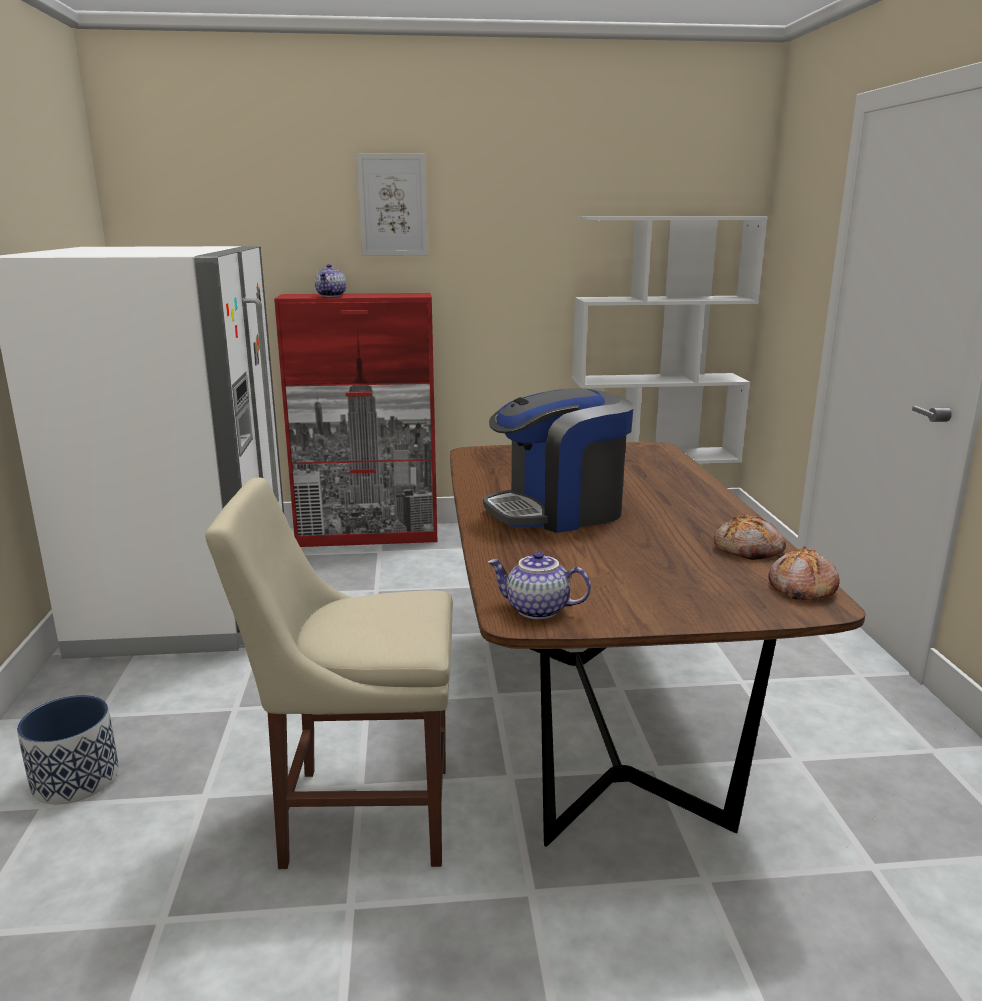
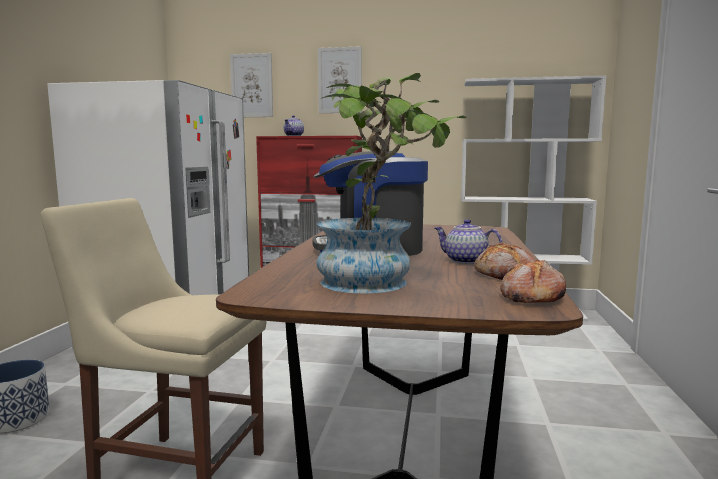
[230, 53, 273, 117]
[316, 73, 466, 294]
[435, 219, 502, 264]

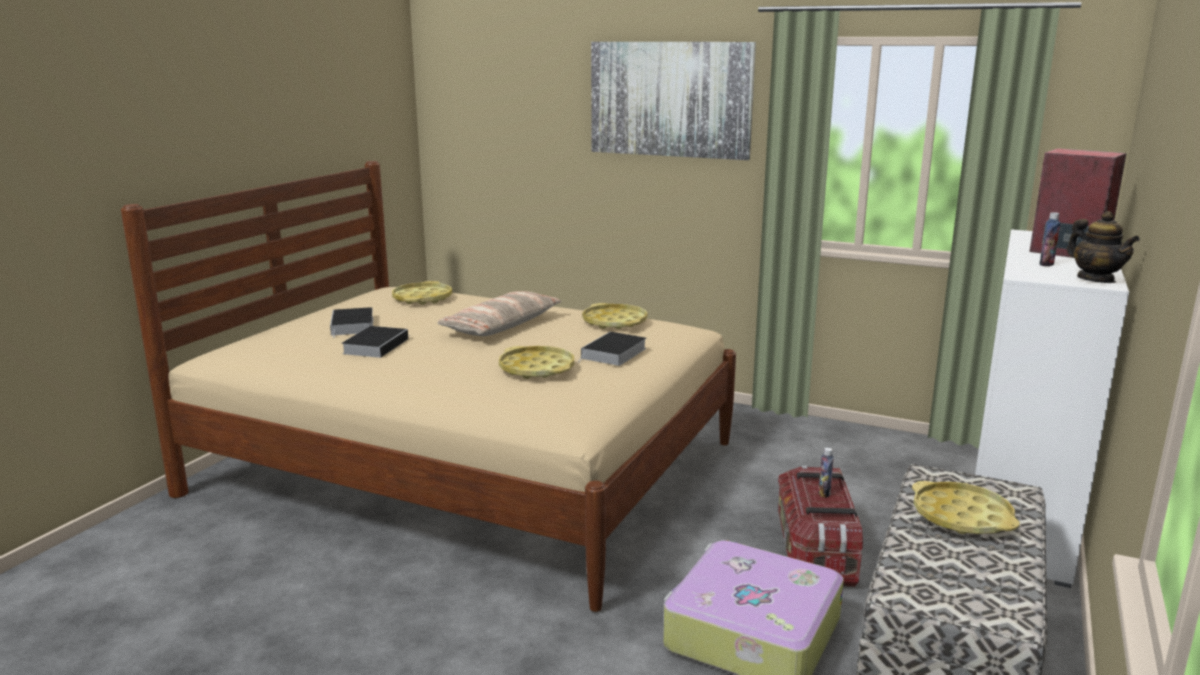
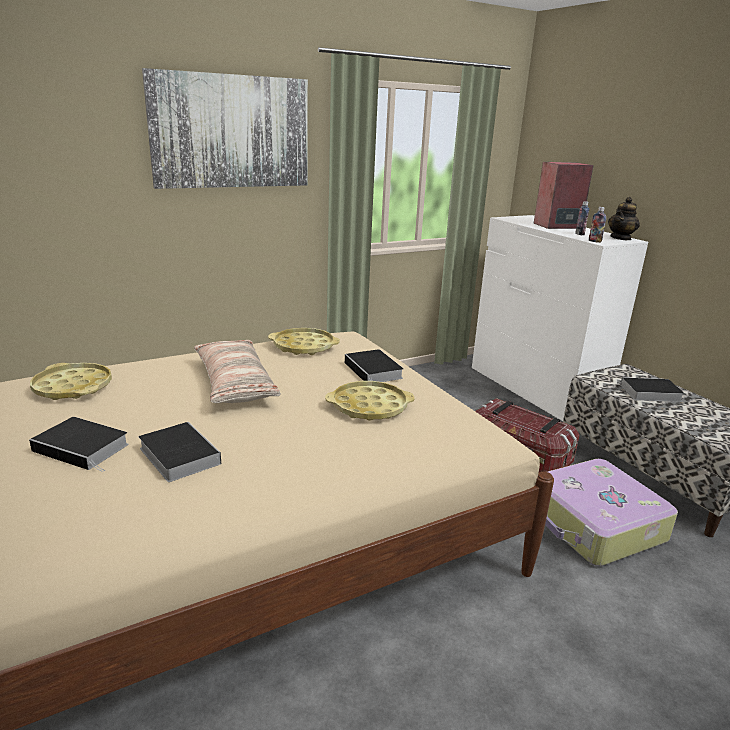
[589, 207, 606, 243]
[608, 197, 640, 240]
[612, 377, 685, 402]

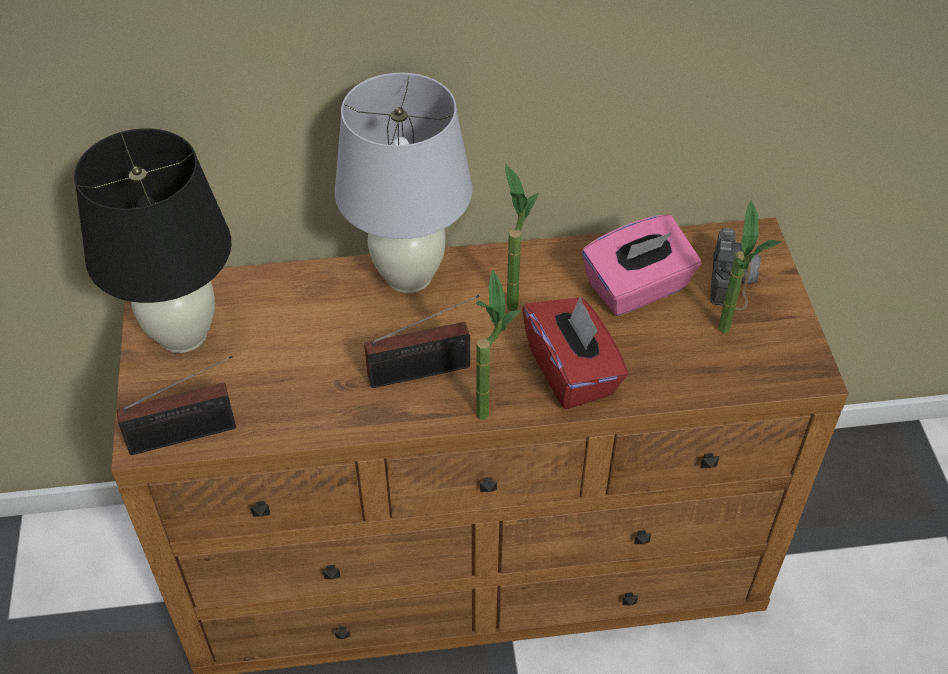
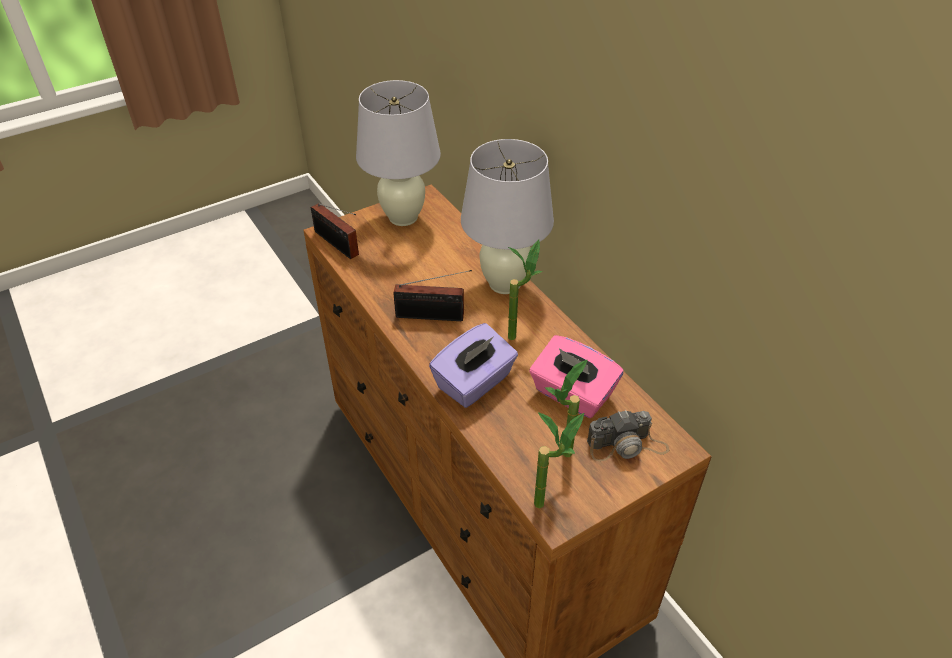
[356, 80, 441, 226]
[393, 270, 472, 321]
[429, 323, 518, 408]
[534, 412, 584, 508]

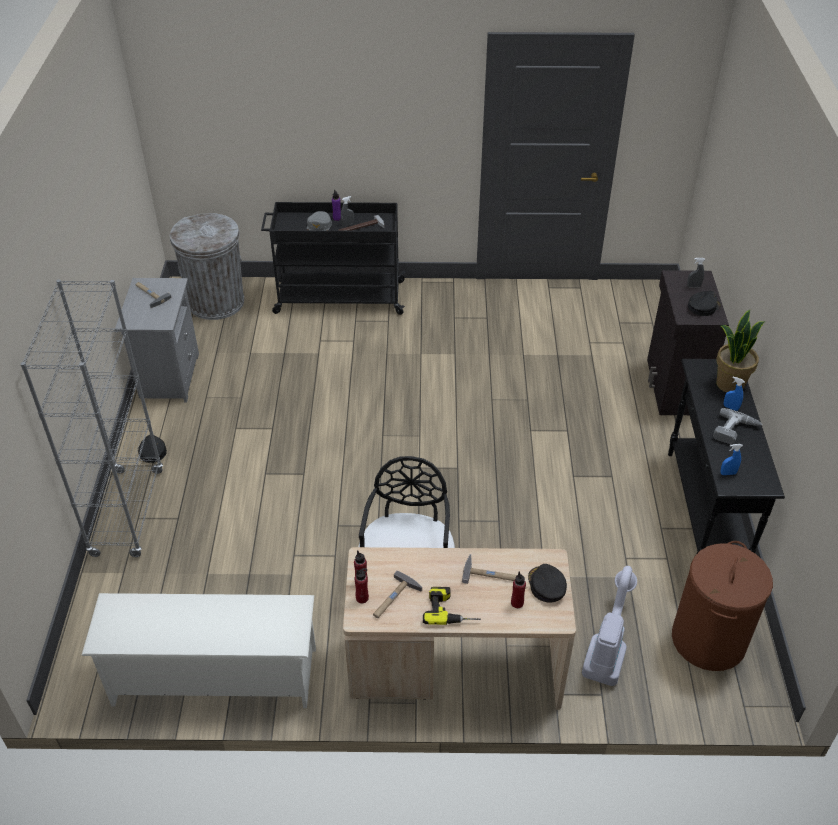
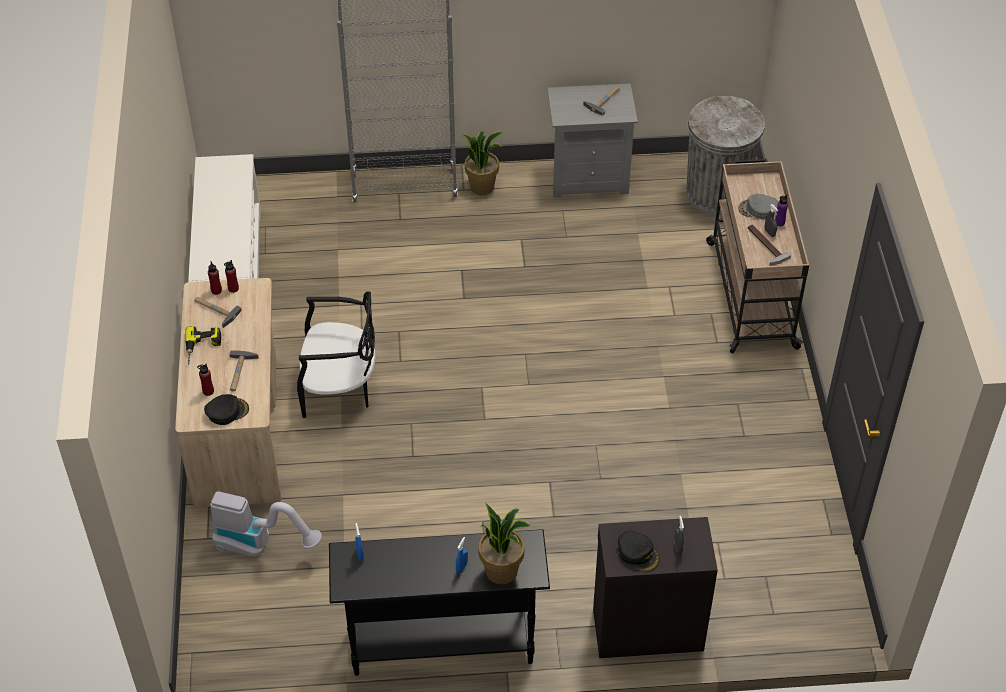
[462, 131, 502, 195]
[706, 159, 809, 354]
[672, 541, 773, 671] (first image)
[713, 408, 762, 444] (first image)

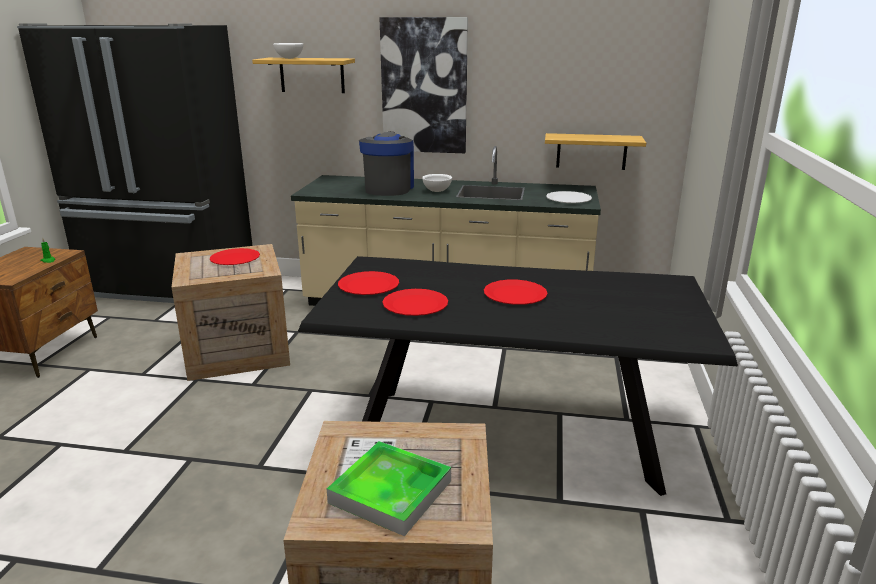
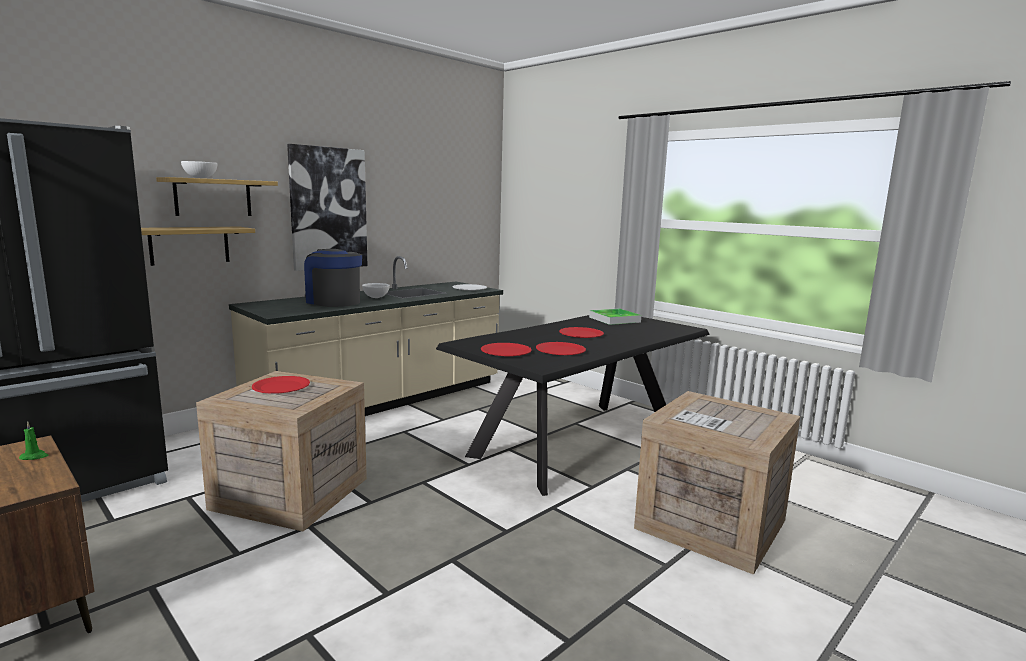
[141, 227, 255, 266]
[589, 308, 641, 325]

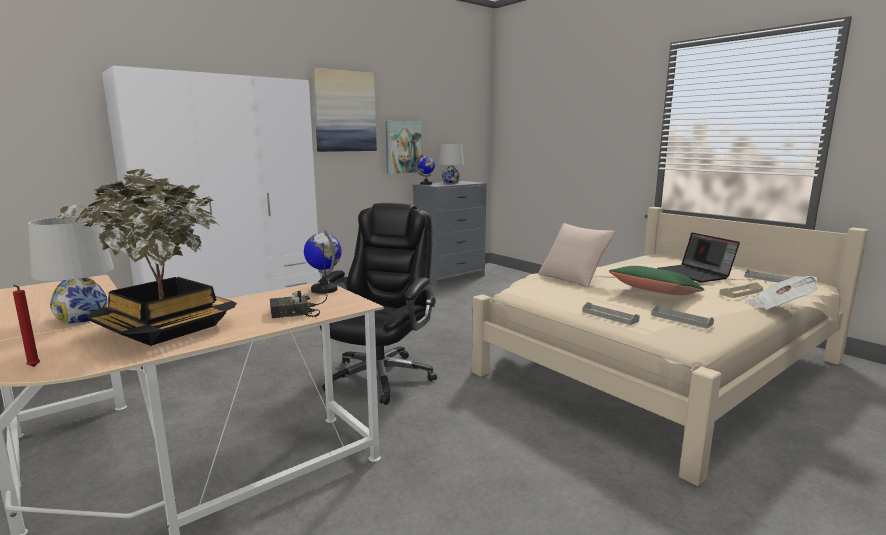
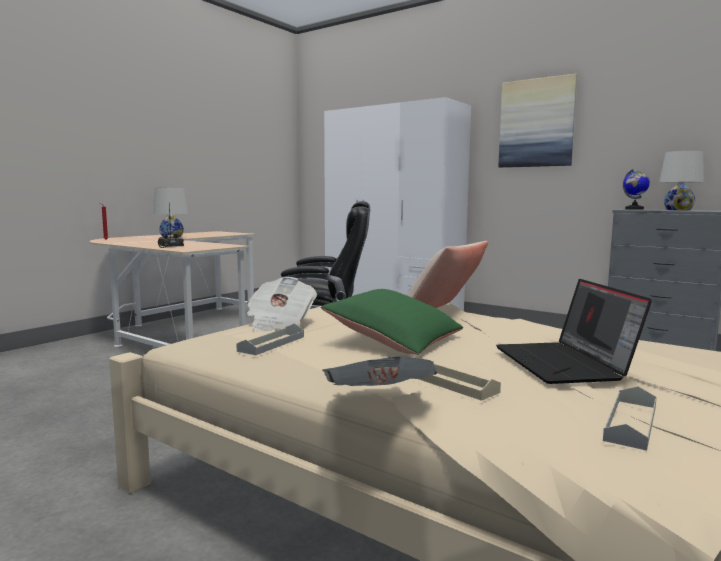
[247, 277, 317, 332]
[496, 279, 652, 384]
[56, 168, 237, 346] (first image)
[304, 230, 342, 294] (first image)
[385, 121, 422, 174] (first image)

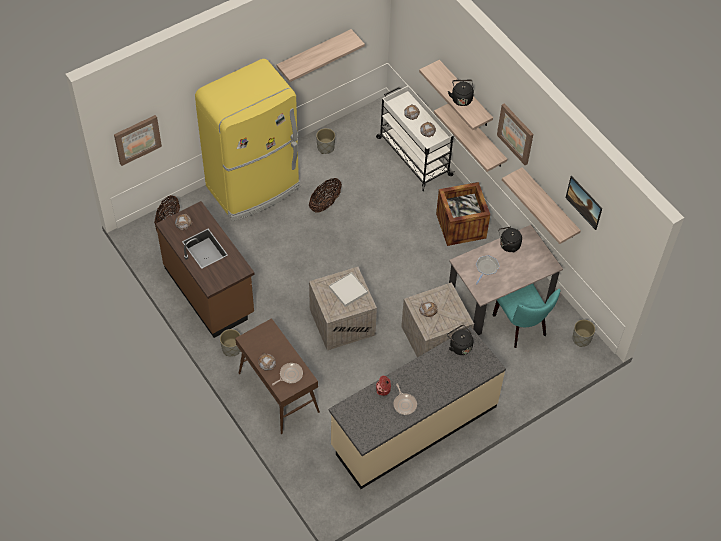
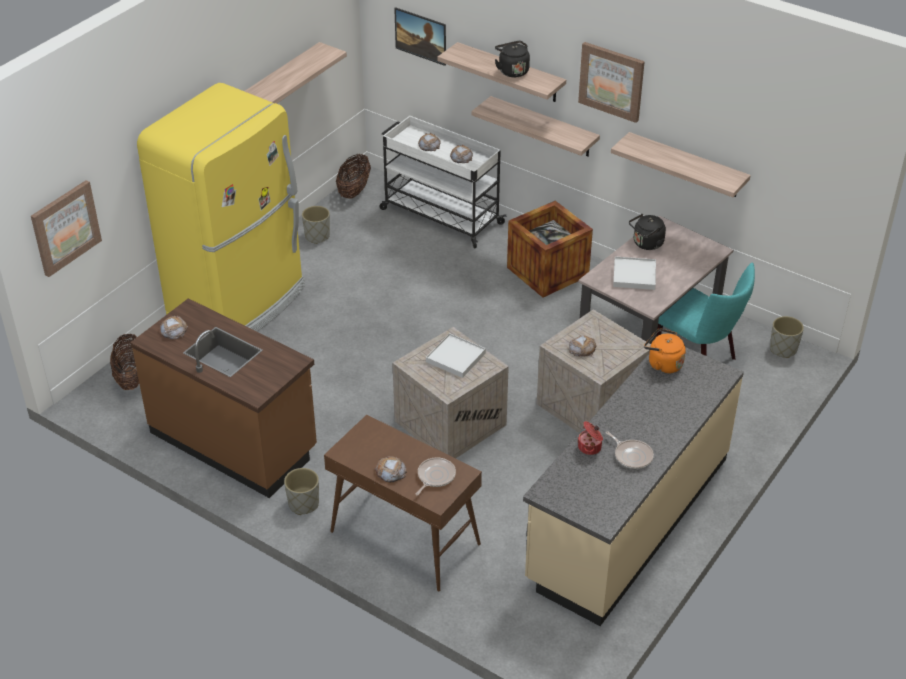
[336, 154, 371, 199]
[394, 7, 446, 66]
[613, 256, 656, 290]
[644, 328, 686, 374]

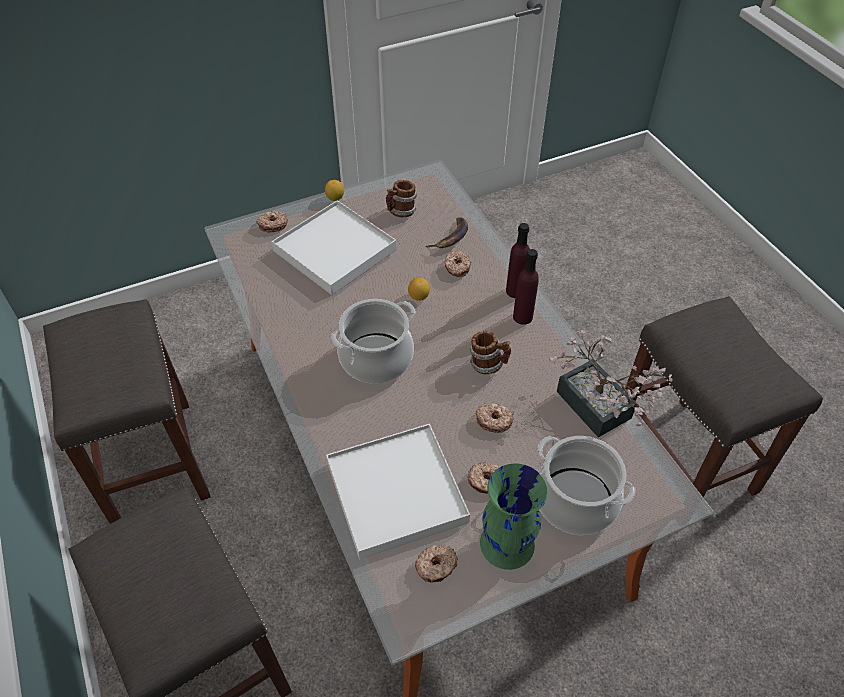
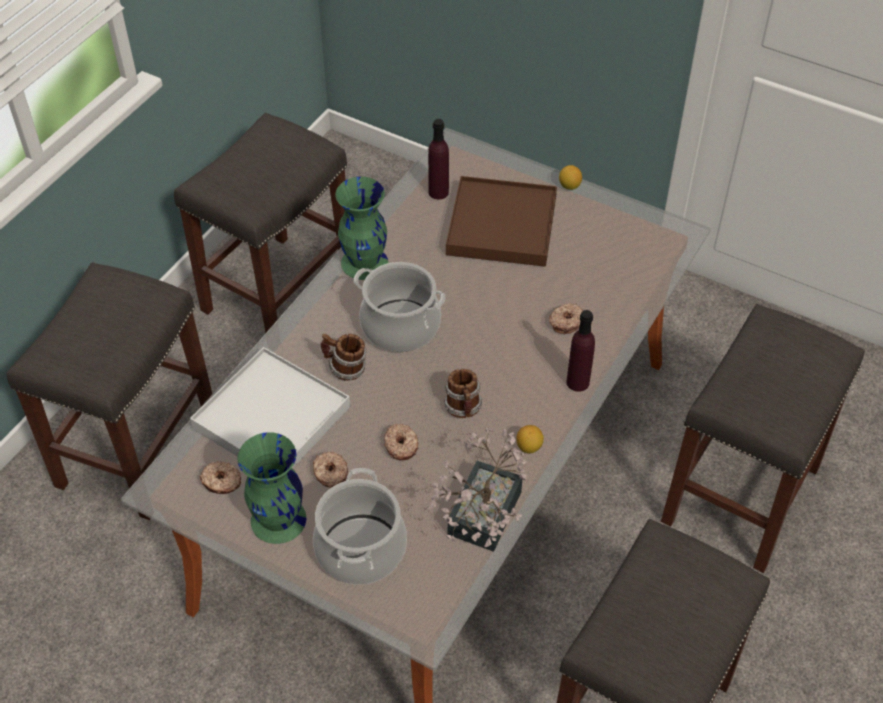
[321, 334, 366, 381]
[335, 177, 388, 280]
[428, 119, 449, 199]
[446, 176, 557, 267]
[516, 425, 544, 453]
[661, 304, 865, 573]
[256, 211, 287, 232] (first image)
[426, 217, 468, 248] (first image)

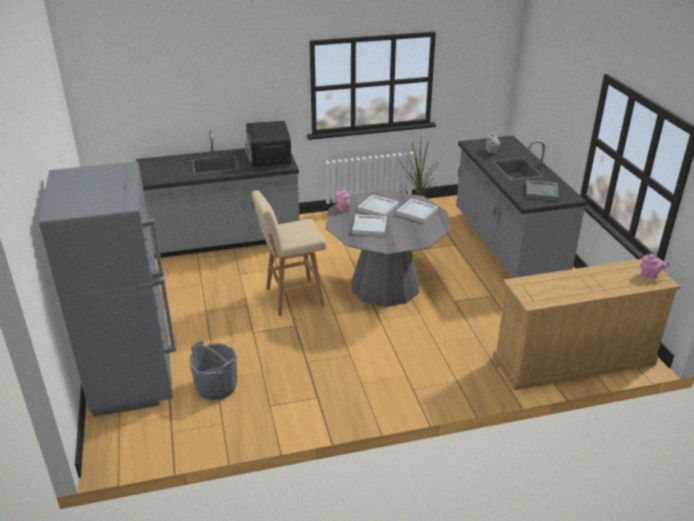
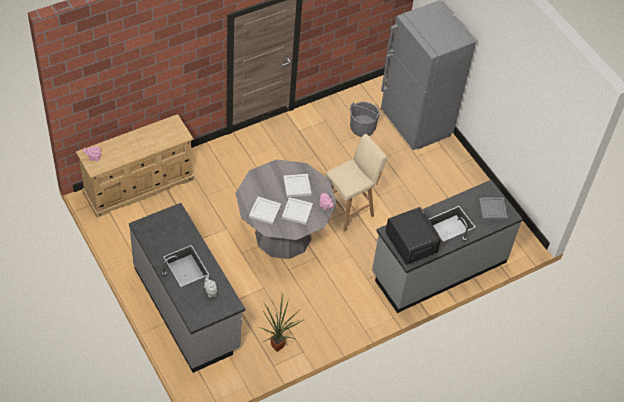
[479, 197, 508, 220]

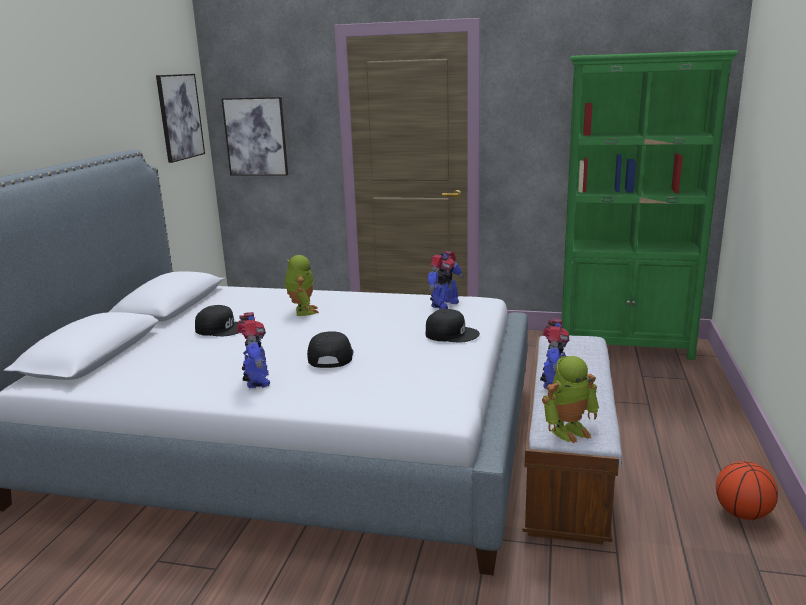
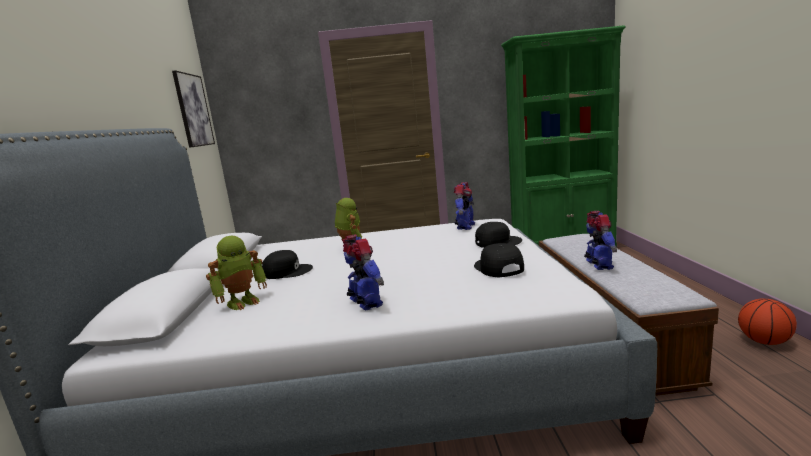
[206, 236, 267, 310]
[474, 243, 524, 277]
[221, 97, 288, 176] (first image)

